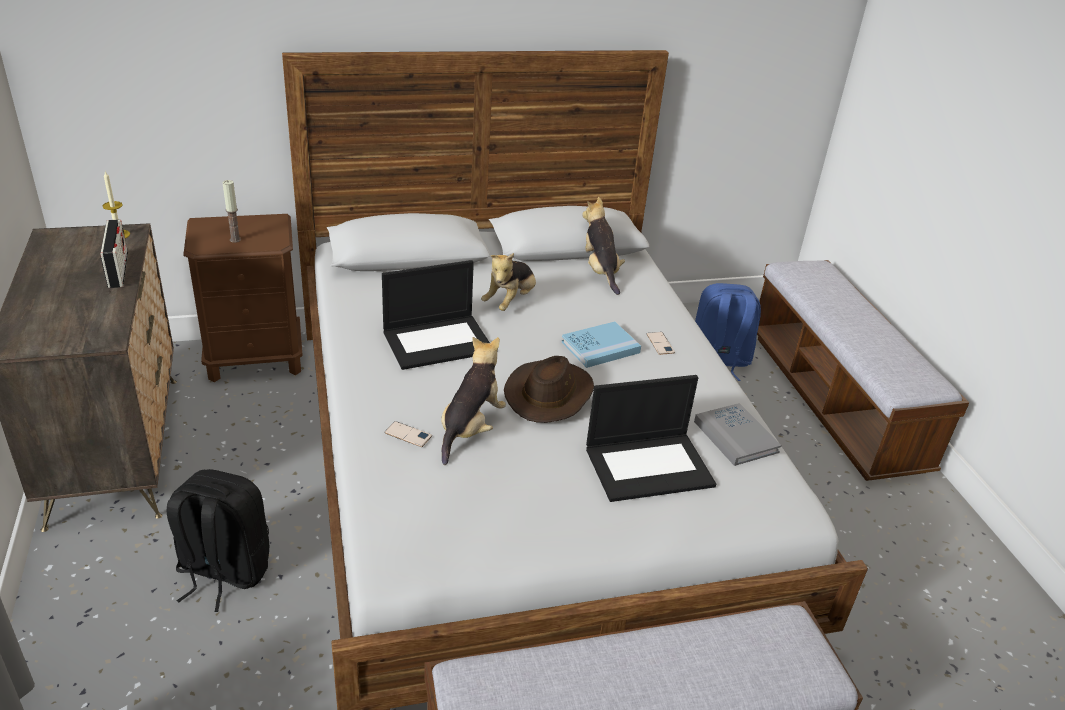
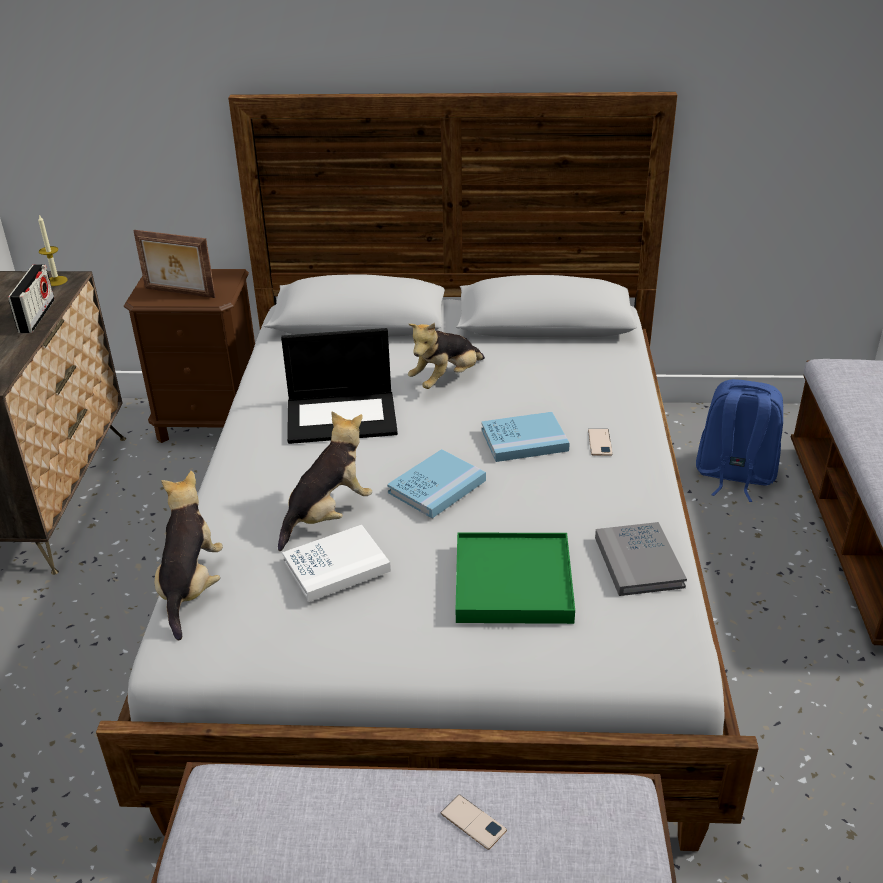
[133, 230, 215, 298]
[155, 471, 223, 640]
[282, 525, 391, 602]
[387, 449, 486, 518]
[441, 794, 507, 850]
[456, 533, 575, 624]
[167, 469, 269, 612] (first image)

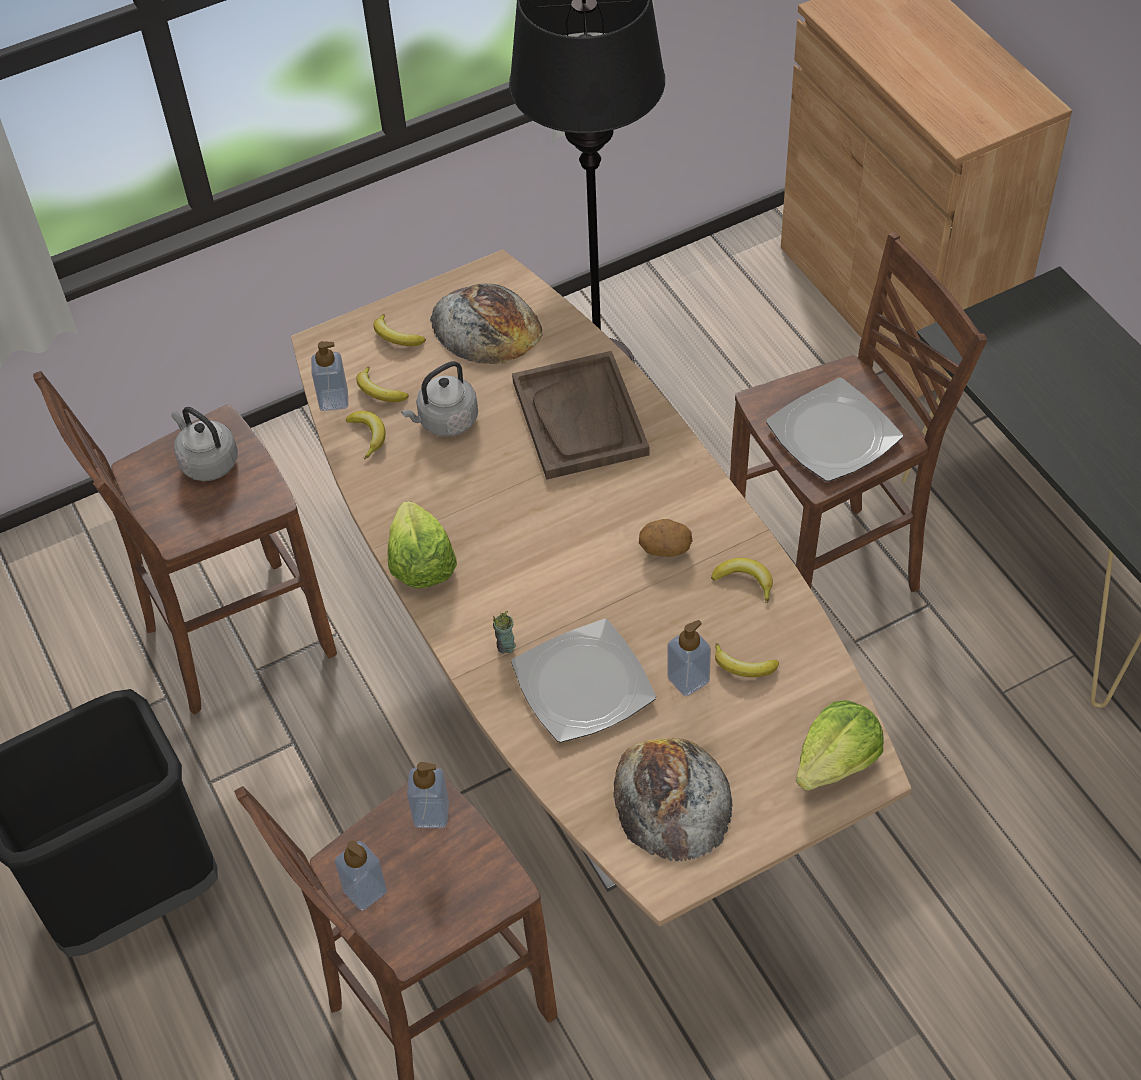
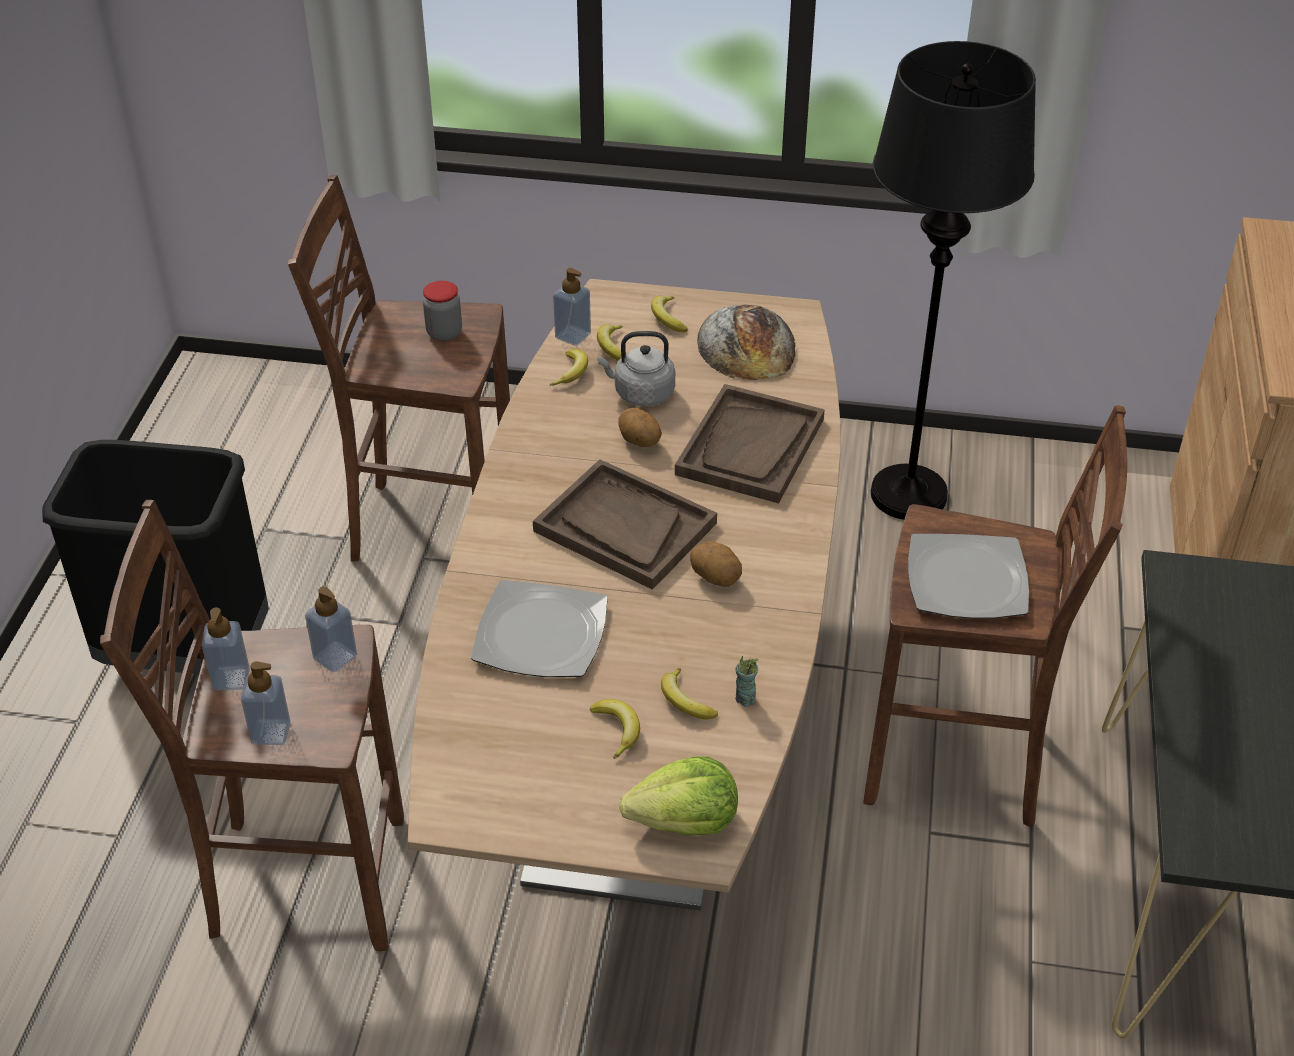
[241, 661, 291, 745]
[423, 281, 462, 341]
[533, 459, 717, 590]
[590, 699, 640, 759]
[618, 408, 662, 447]
[736, 656, 758, 707]
[388, 501, 457, 588] (first image)
[613, 738, 733, 862] (first image)

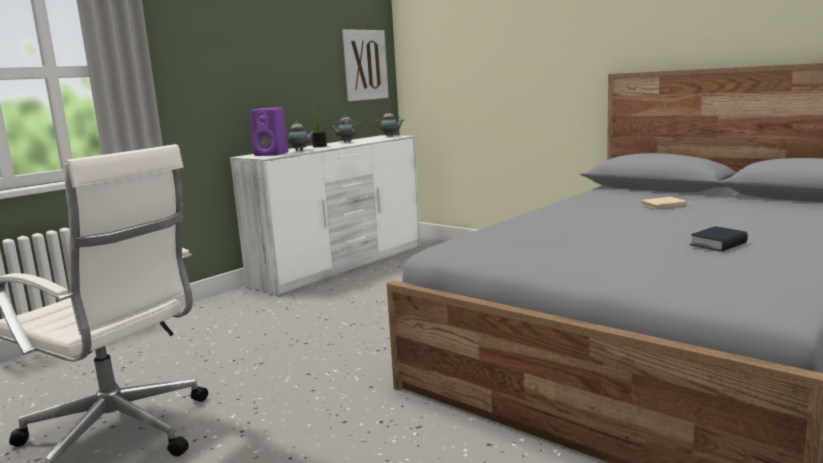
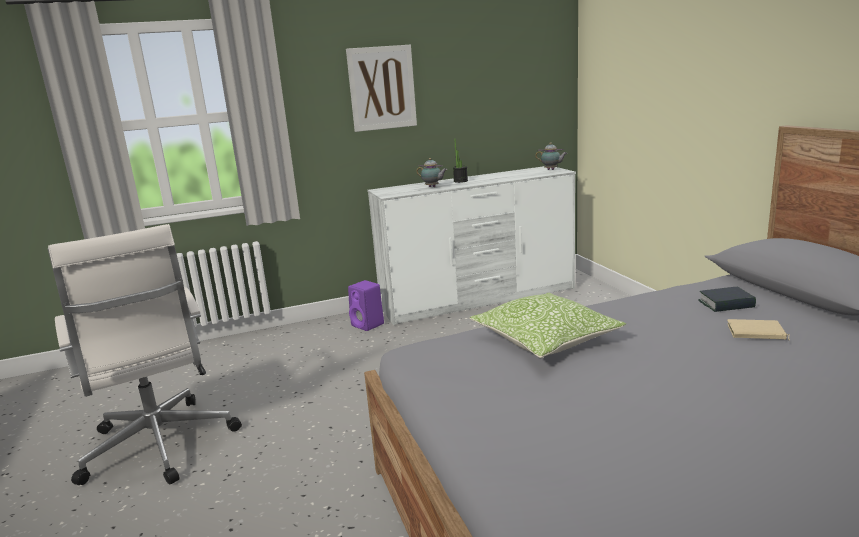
[346, 45, 417, 132]
[348, 280, 384, 331]
[469, 293, 626, 358]
[698, 287, 756, 312]
[330, 115, 362, 142] (first image)

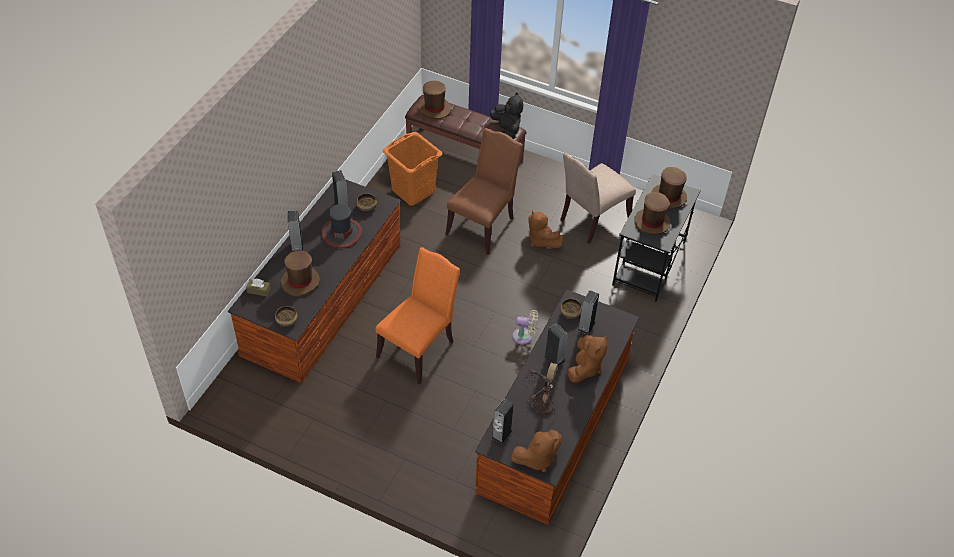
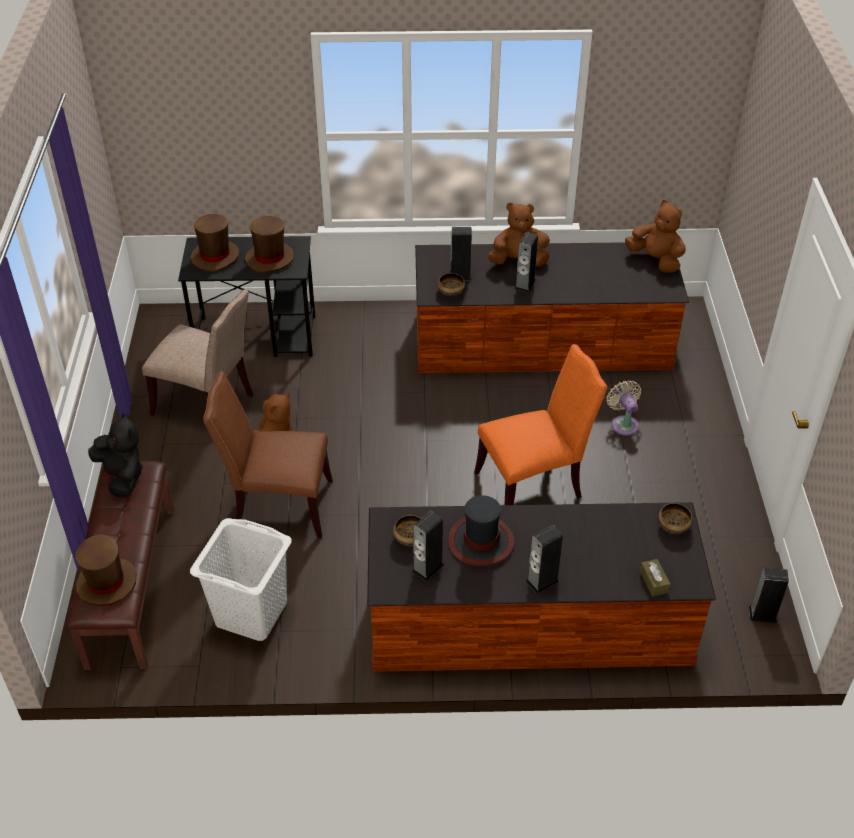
[88, 413, 143, 498]
[190, 518, 292, 641]
[474, 344, 607, 505]
[607, 380, 641, 436]
[749, 567, 789, 623]
[281, 250, 320, 297] (first image)
[524, 363, 573, 420] (first image)

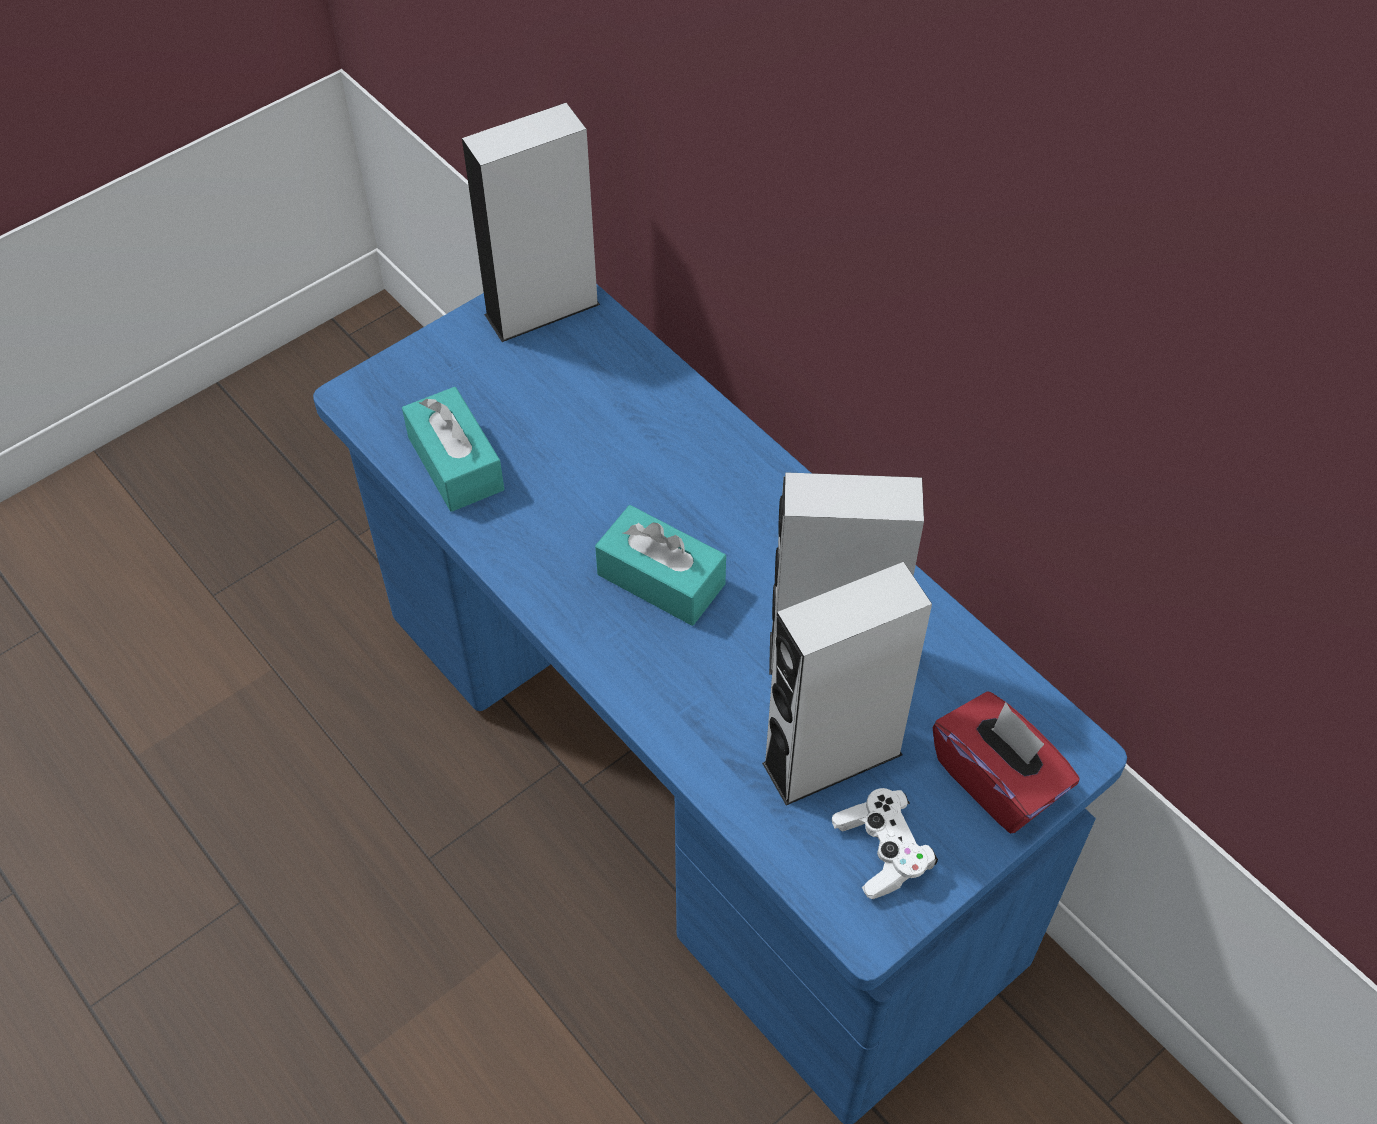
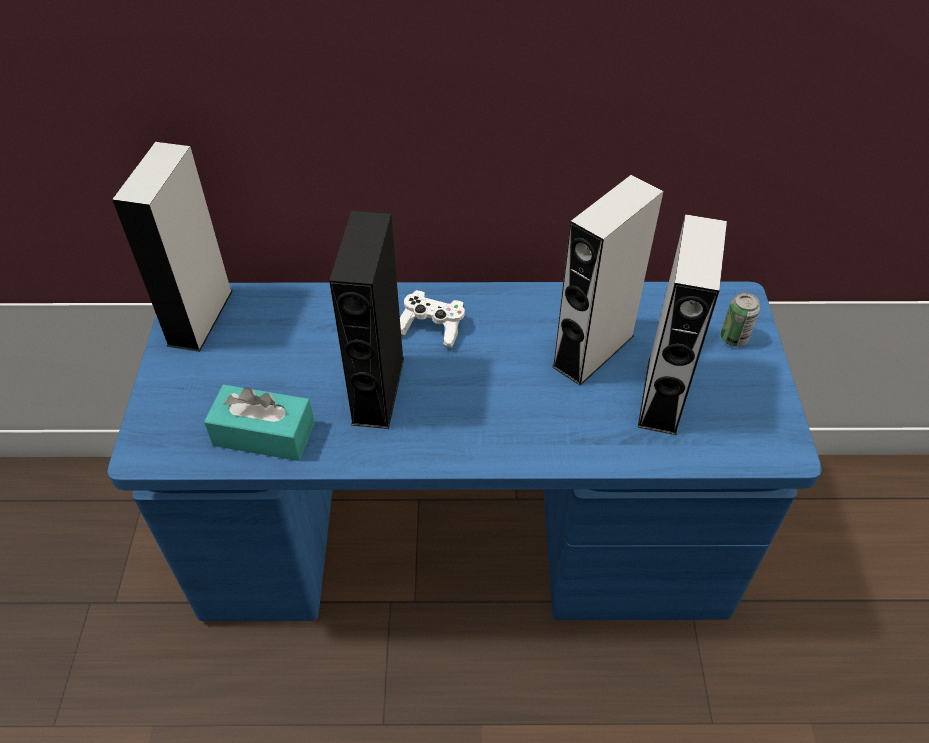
[329, 211, 404, 429]
[400, 290, 465, 348]
[721, 292, 760, 347]
[595, 505, 726, 626] (first image)

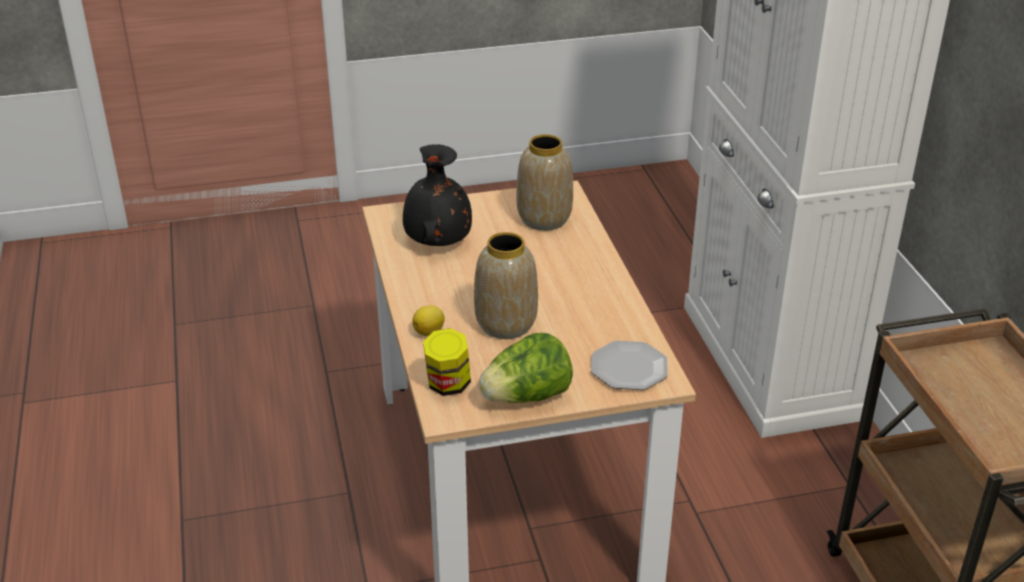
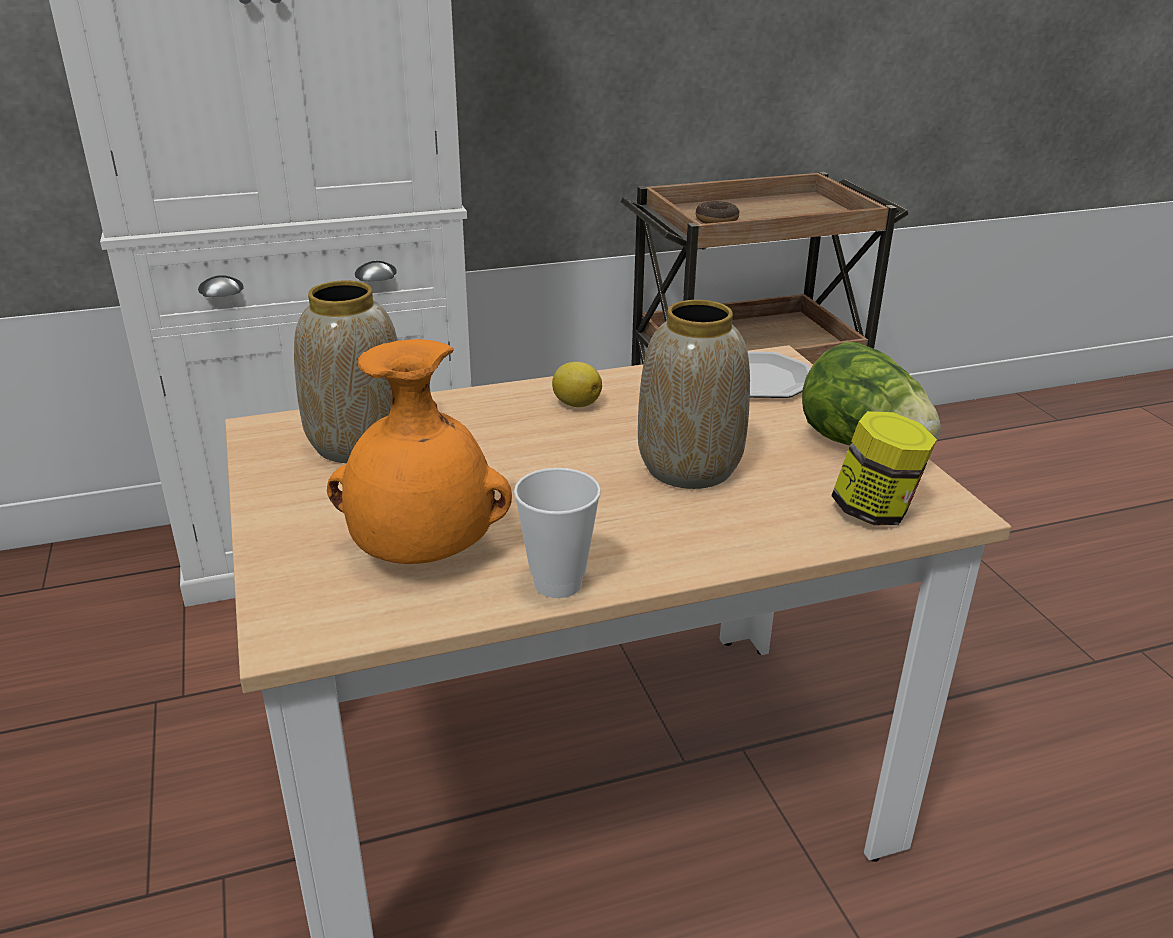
[327, 339, 512, 564]
[514, 468, 601, 598]
[552, 362, 602, 407]
[696, 201, 740, 224]

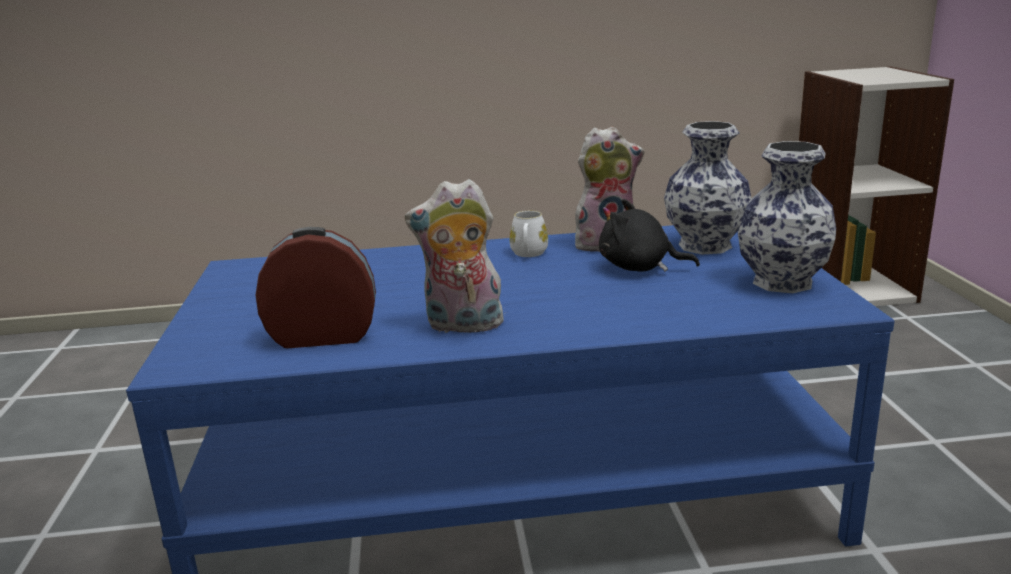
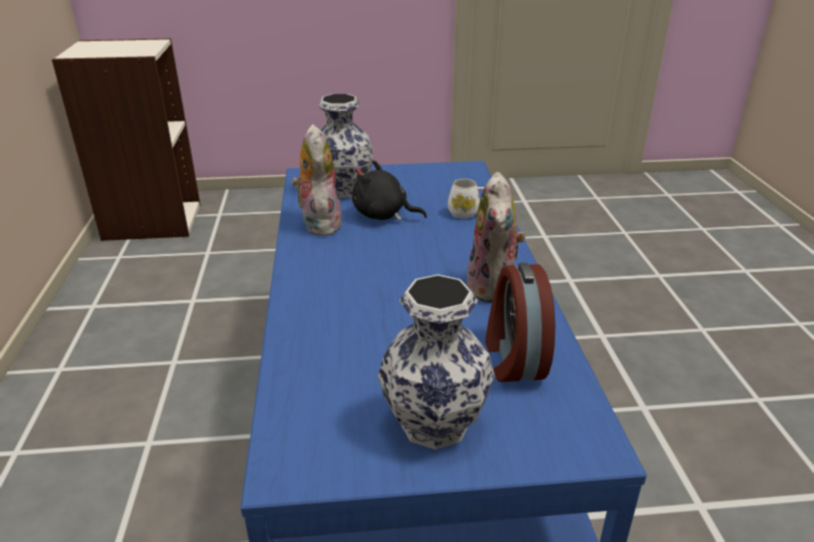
[352, 160, 427, 221]
[378, 274, 495, 450]
[448, 179, 485, 219]

